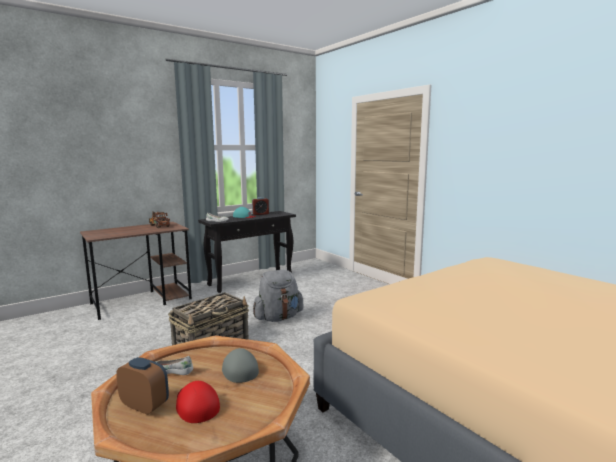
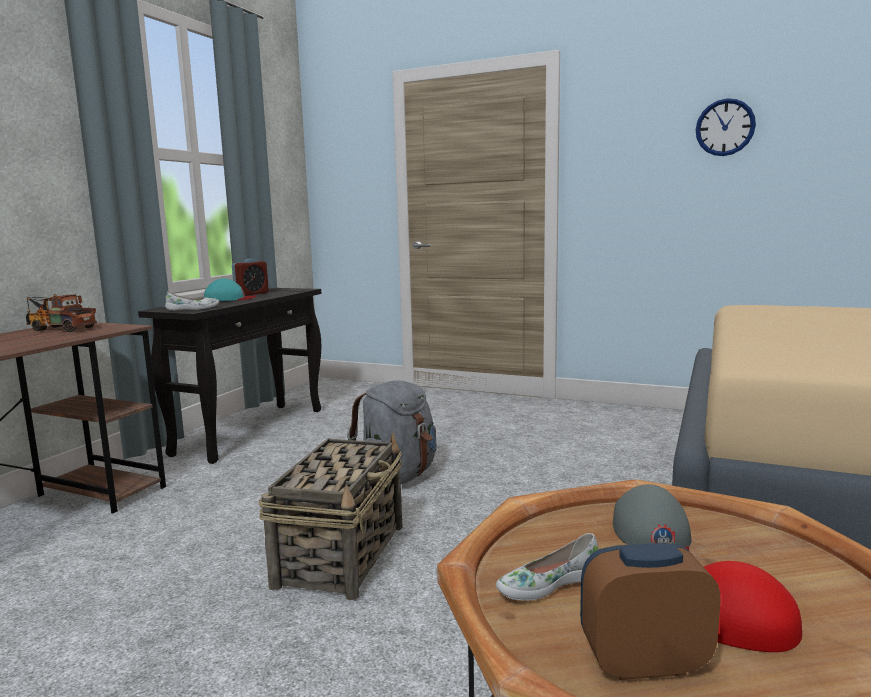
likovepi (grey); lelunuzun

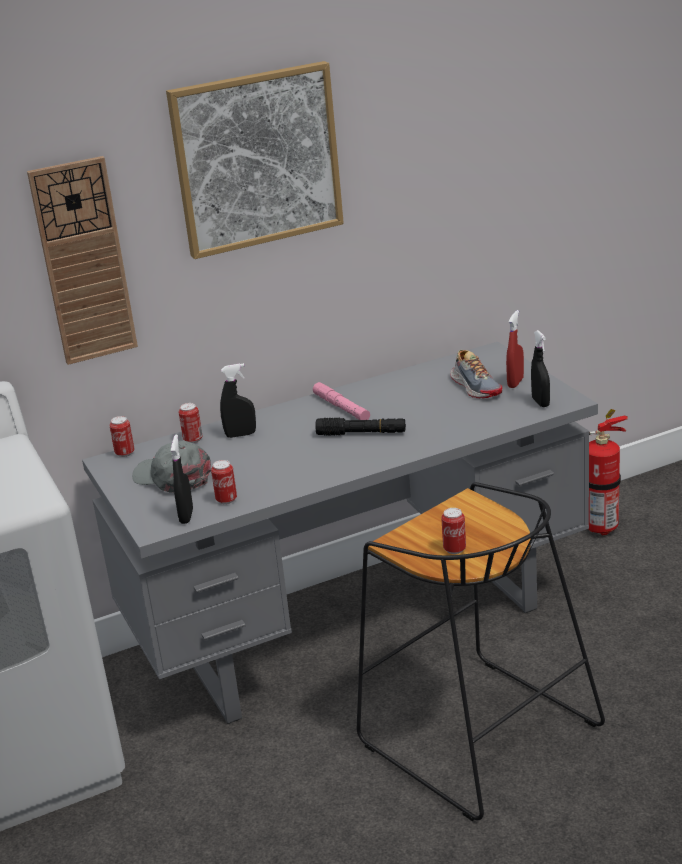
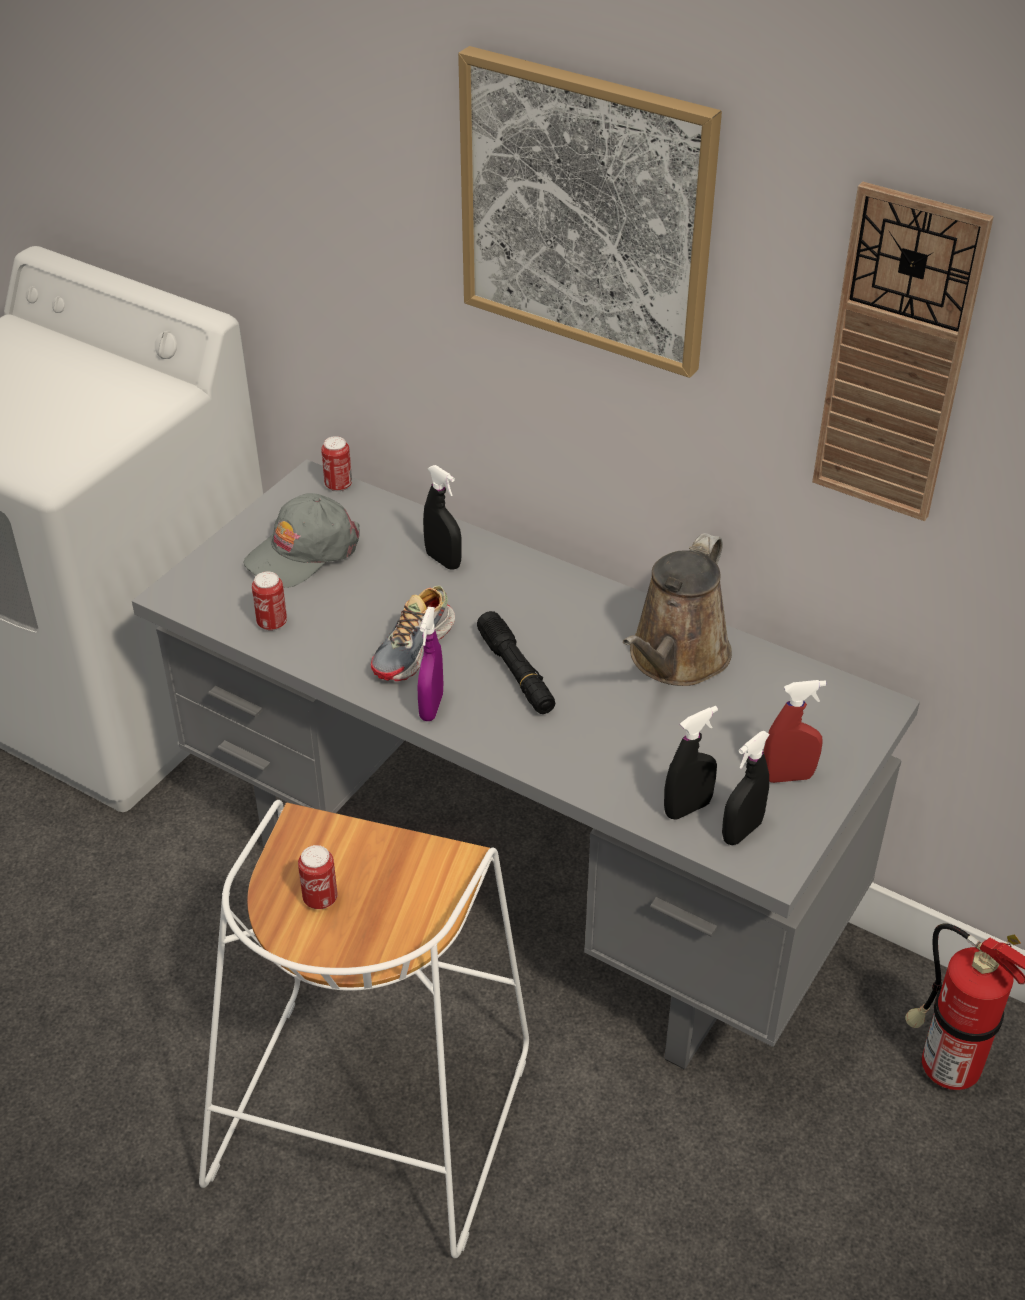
lelunuzun; likovepi (grey); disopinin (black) (no. 2 from left); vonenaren (no. 2 from left in the first image); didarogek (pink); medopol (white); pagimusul; disopinin (purple); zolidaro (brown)

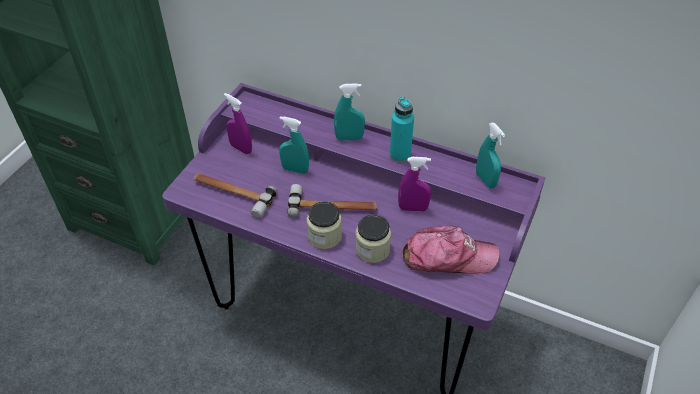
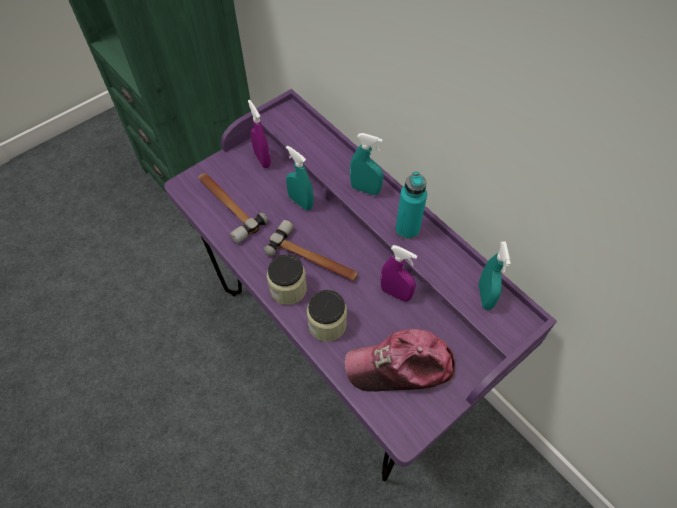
likovepi

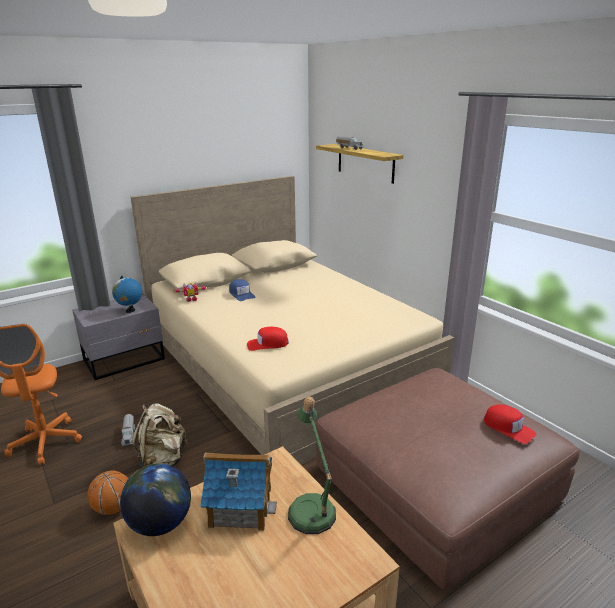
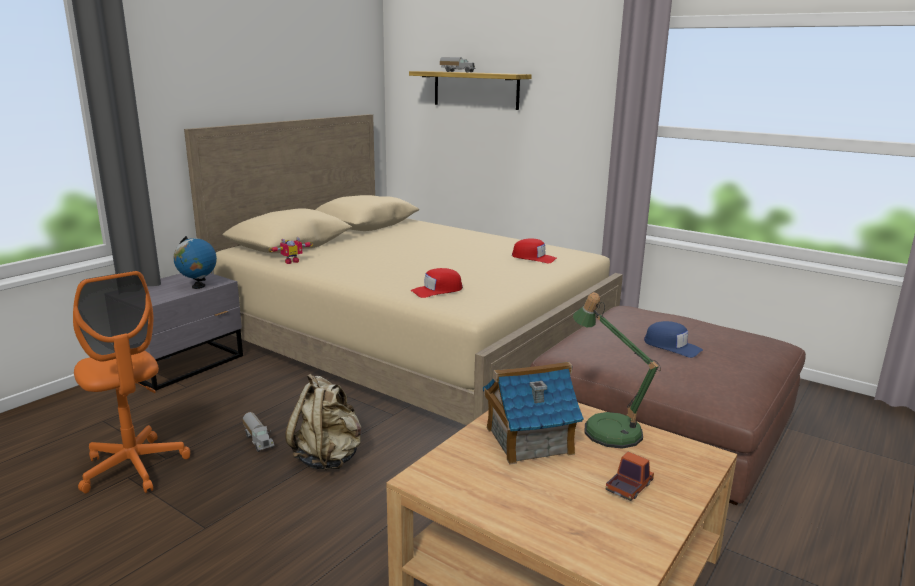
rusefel; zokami (no. 2 from left in the first image); likovepi (blue); likovepi (red) (no. 2 from left); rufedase (no. 3 from left)

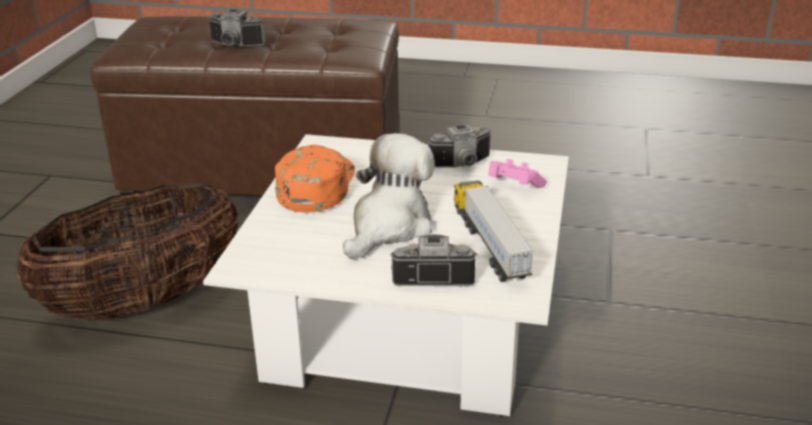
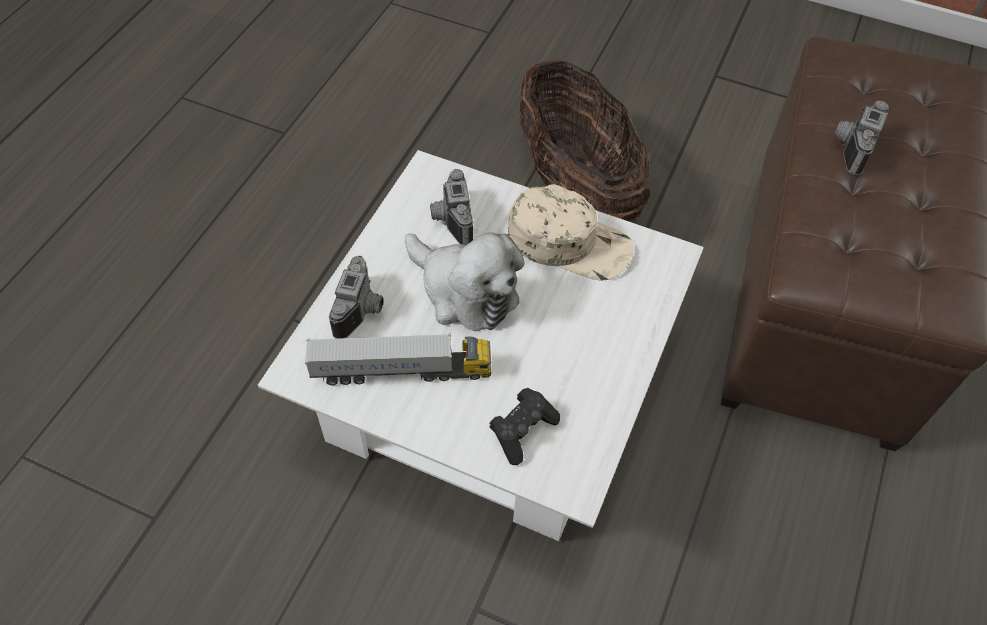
likovepi (beige); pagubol (no. 2 from left); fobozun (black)

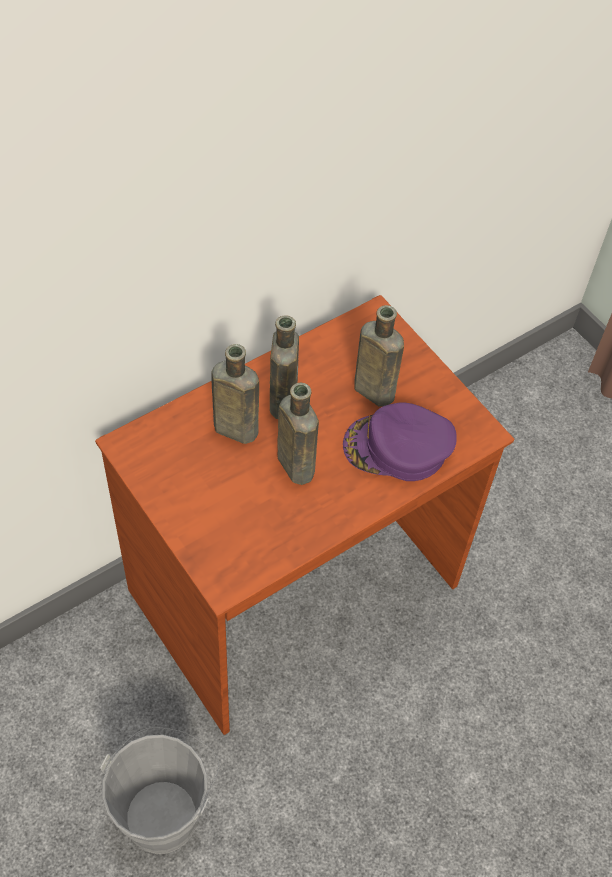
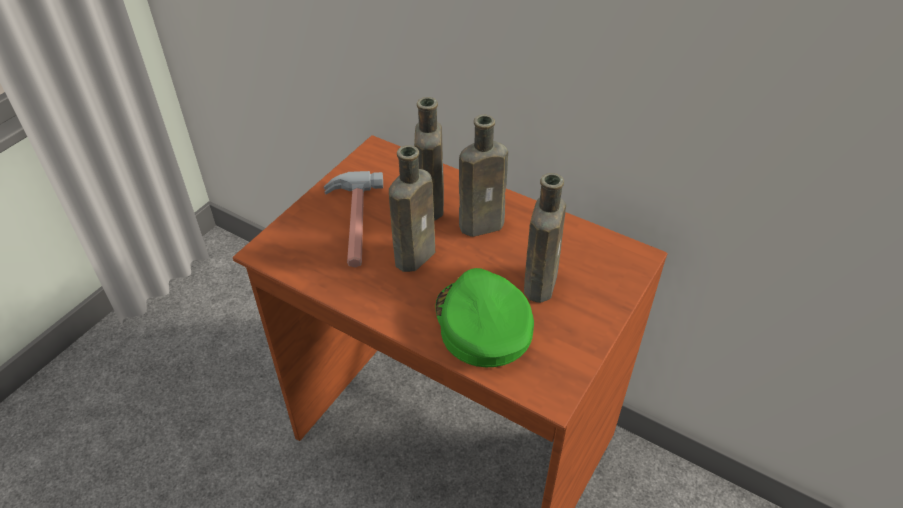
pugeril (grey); likovepi (green); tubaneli

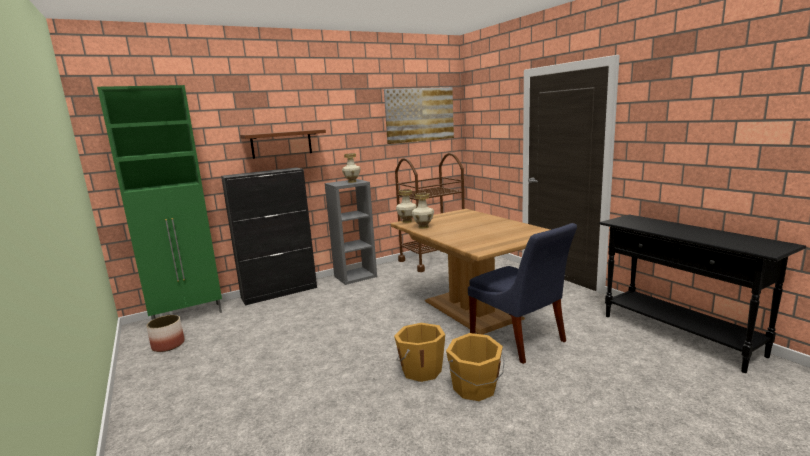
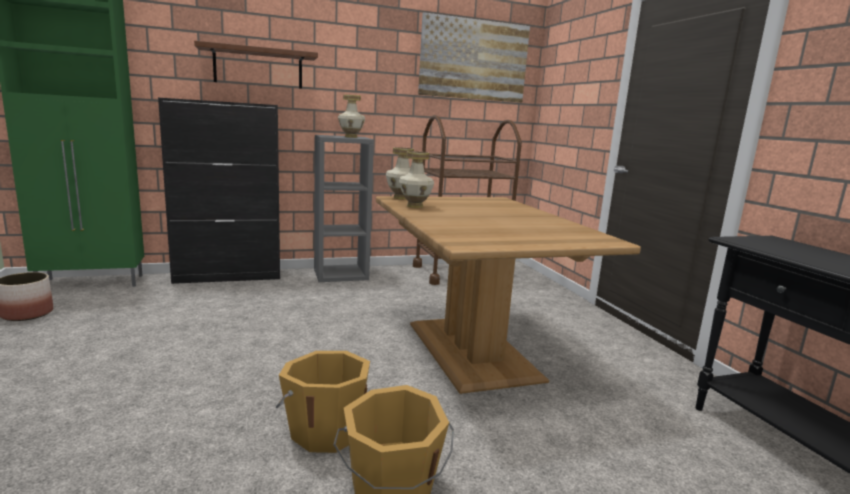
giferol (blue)

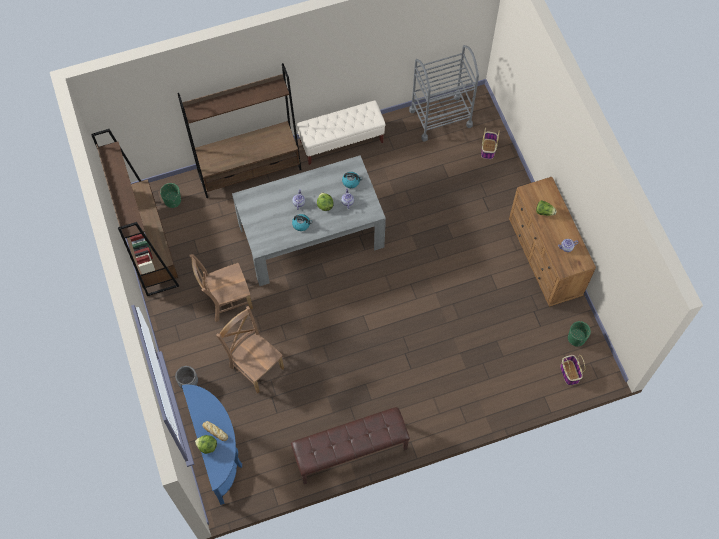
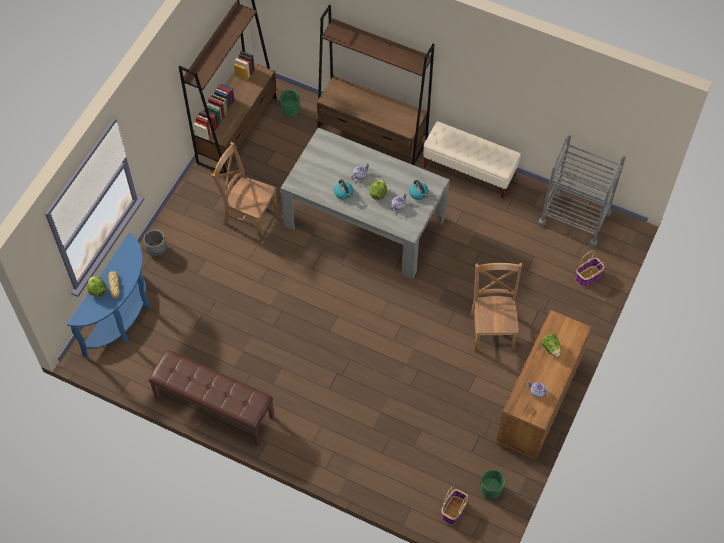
giferol (brown) (no. 2 from left)

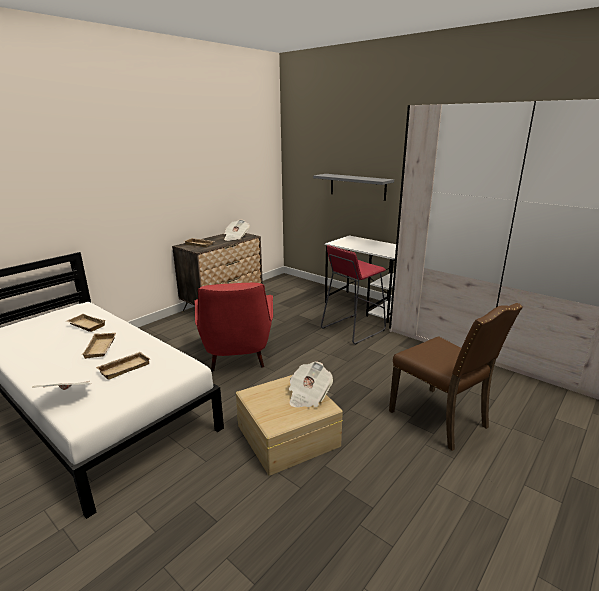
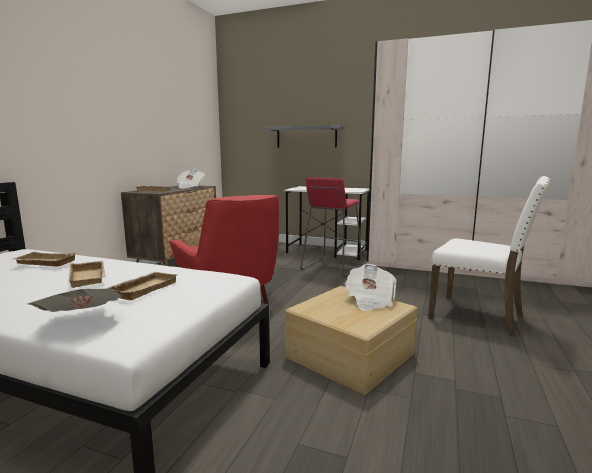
giferol (white)

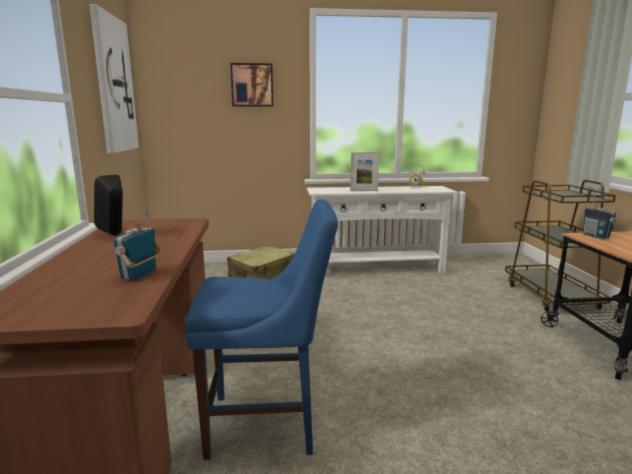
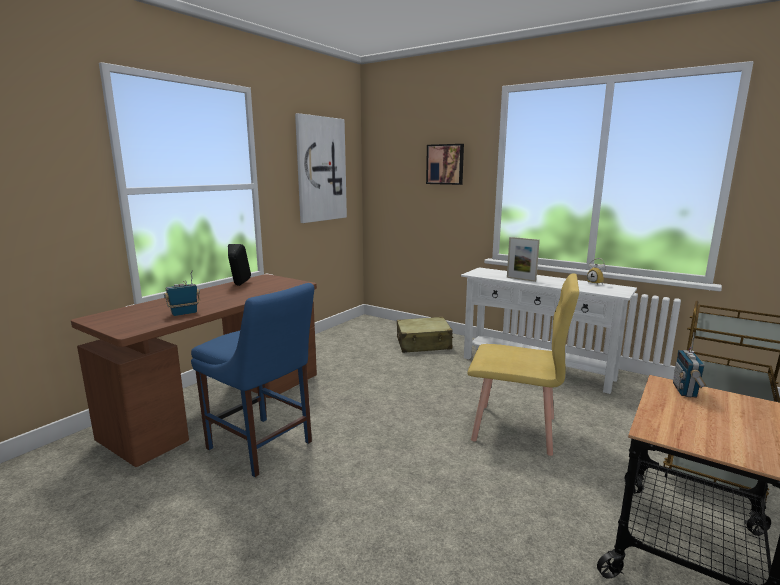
giferol (yellow)

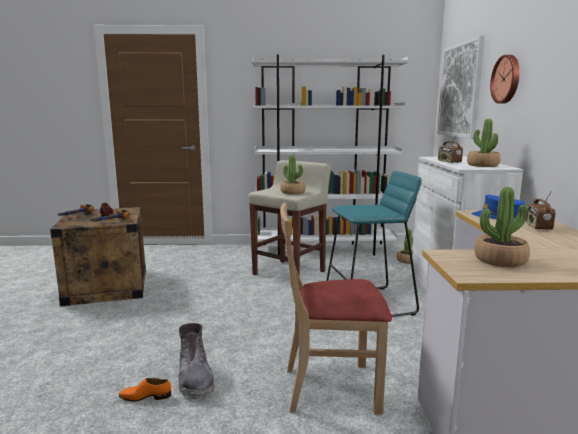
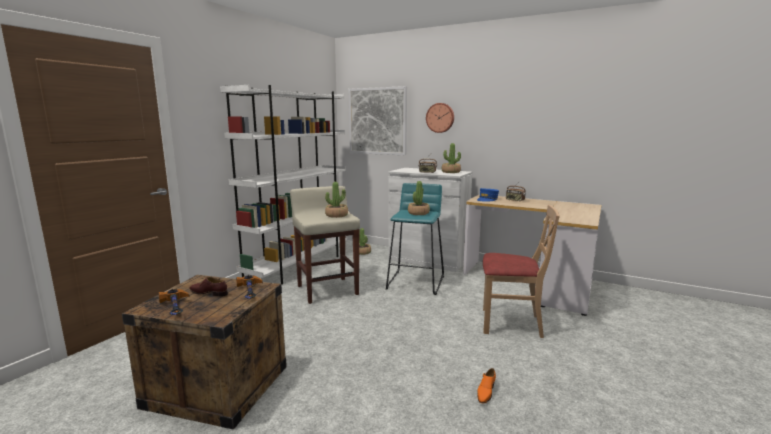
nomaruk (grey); giferol (beige); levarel (no. 3 from left)

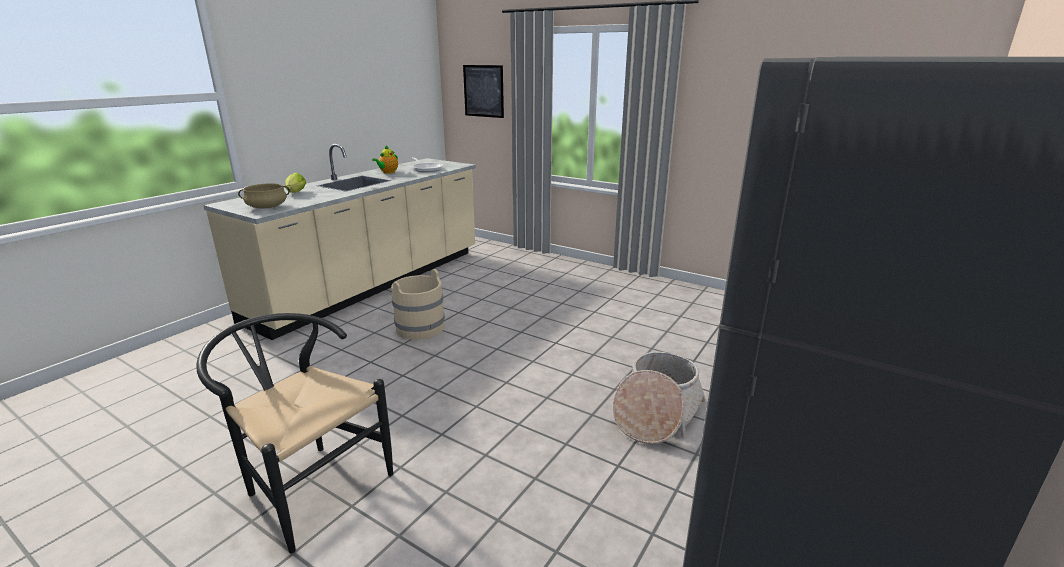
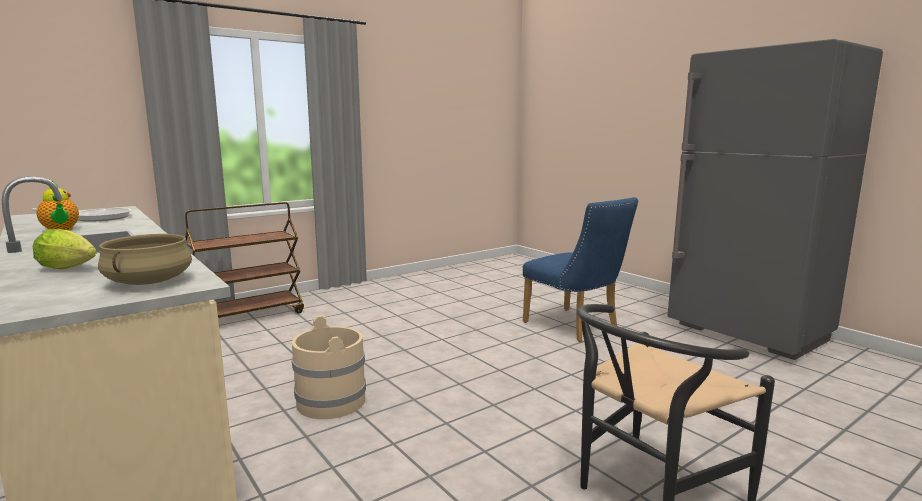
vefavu; giferol (blue); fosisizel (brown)

